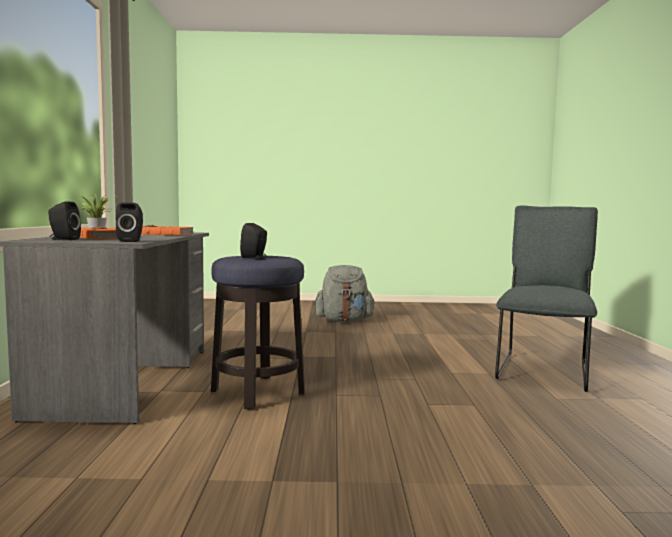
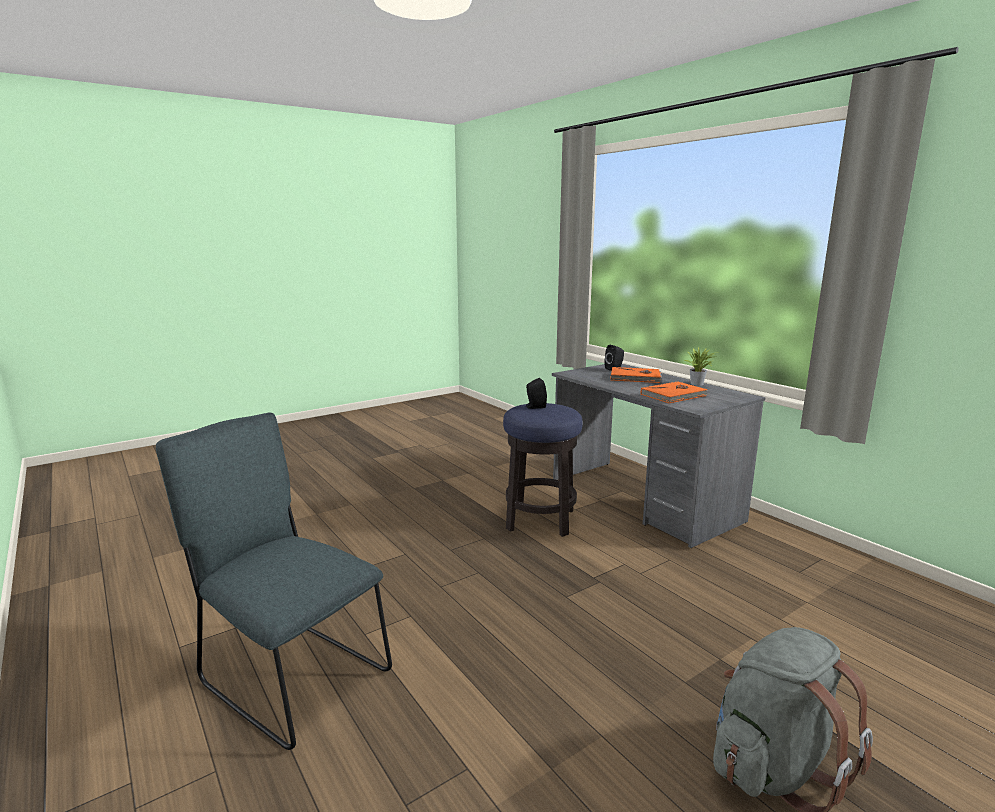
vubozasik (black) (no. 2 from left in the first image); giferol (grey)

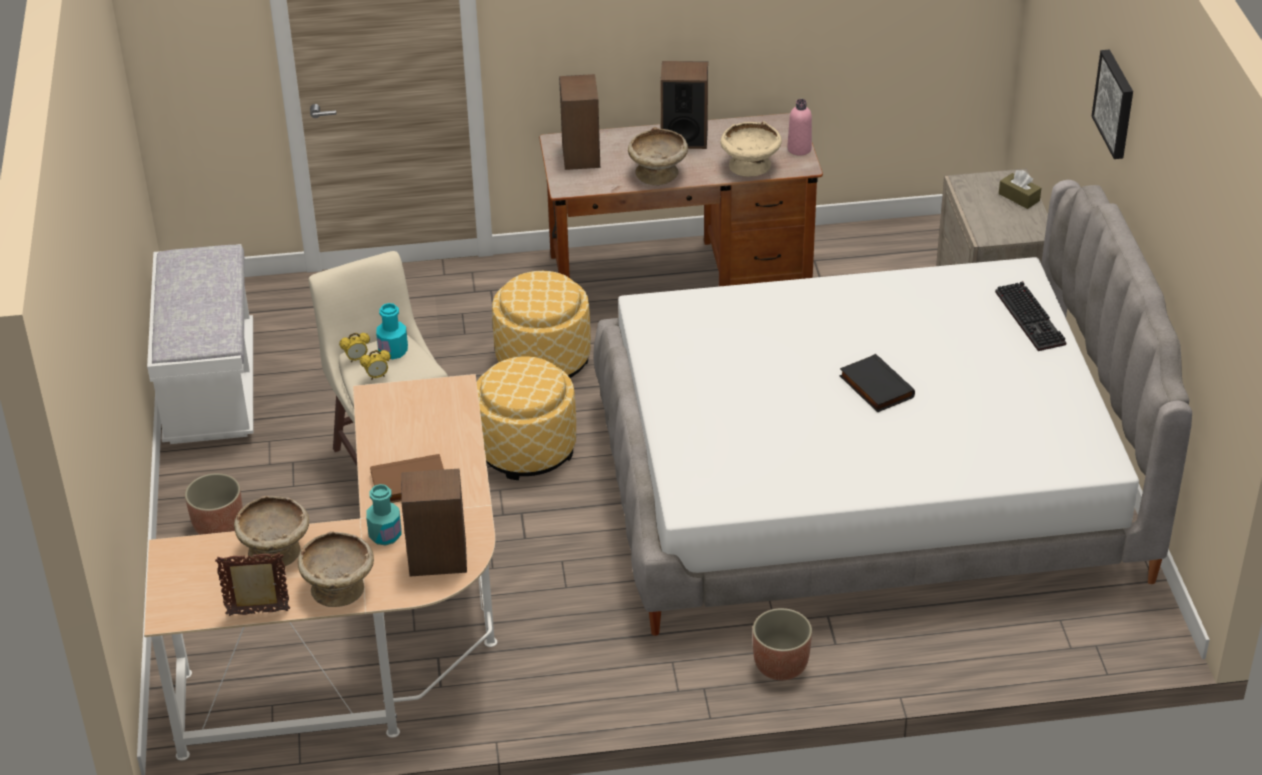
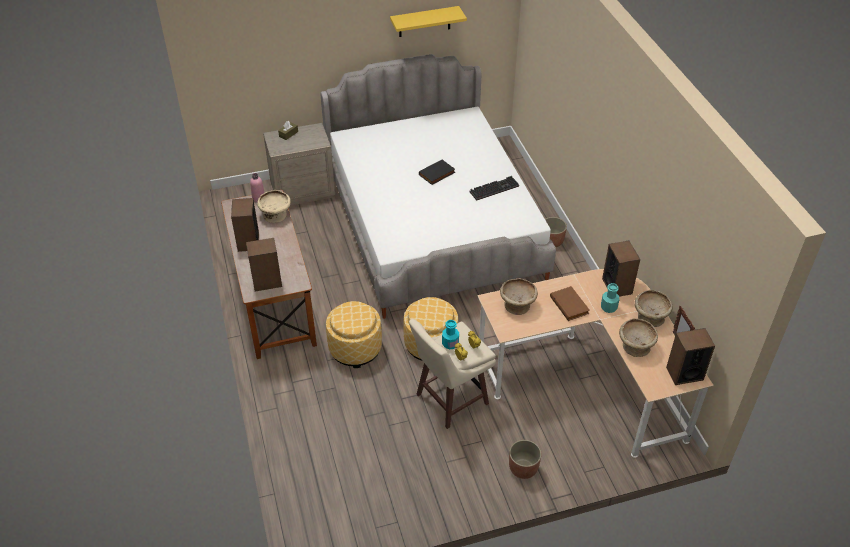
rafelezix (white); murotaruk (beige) (no. 2 from left); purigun; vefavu; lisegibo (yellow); vubozasik (no. 4 from left)

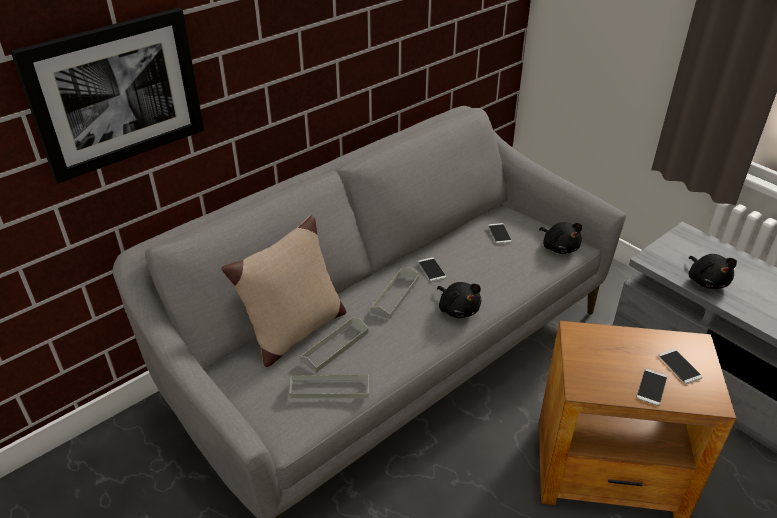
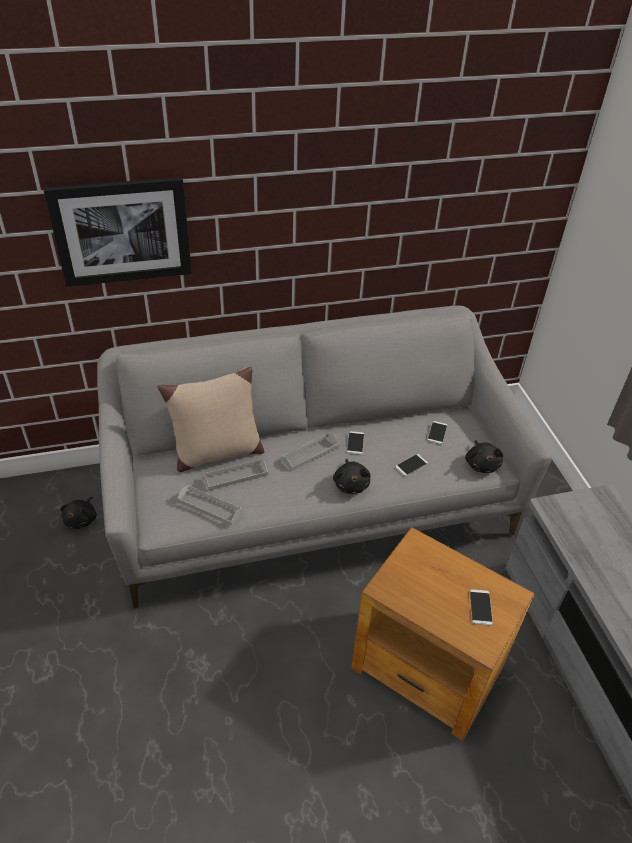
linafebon (no. 2 from left); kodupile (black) (no. 1 from left)

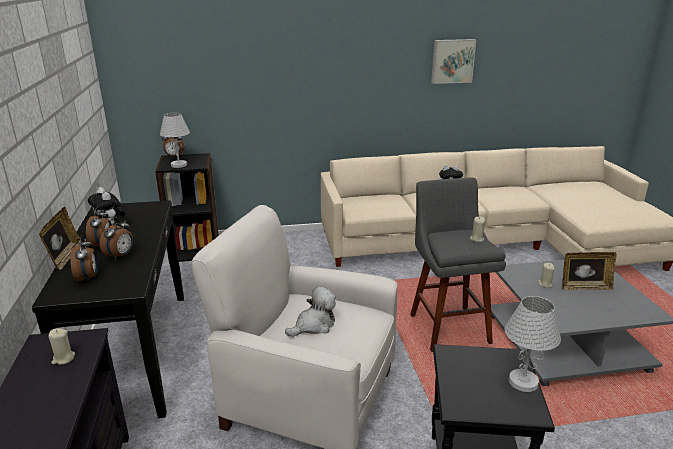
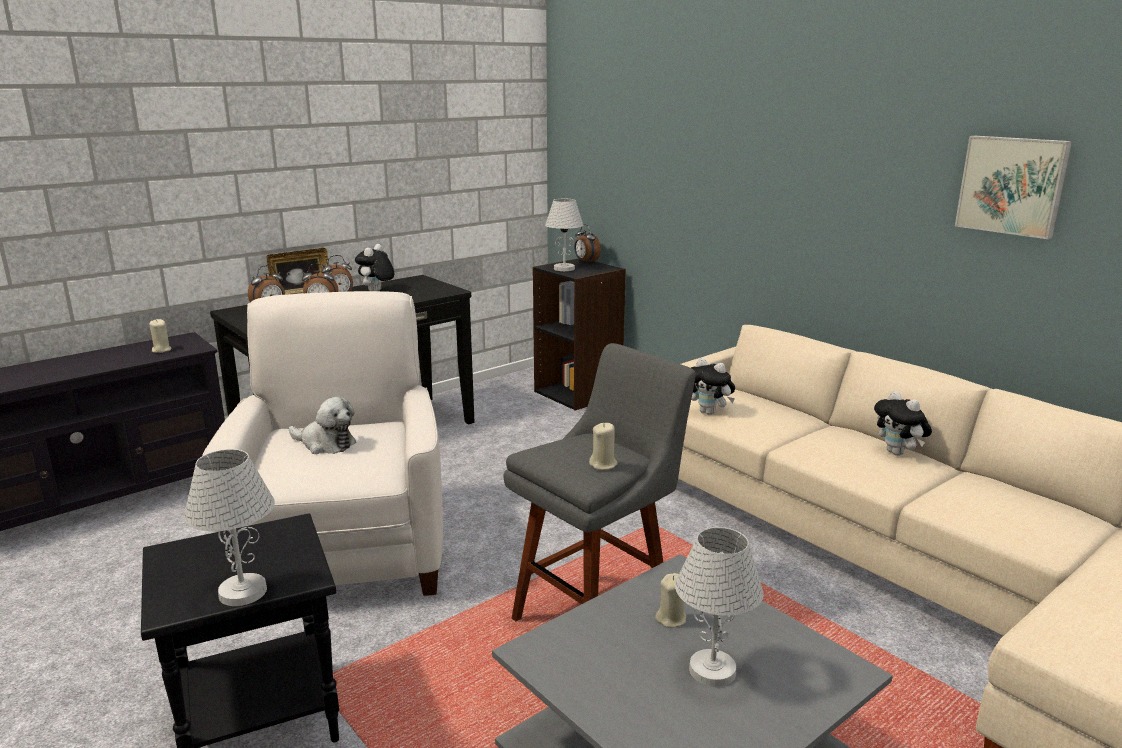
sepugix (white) (no. 3 from left); kodupile (no. 3 from left)

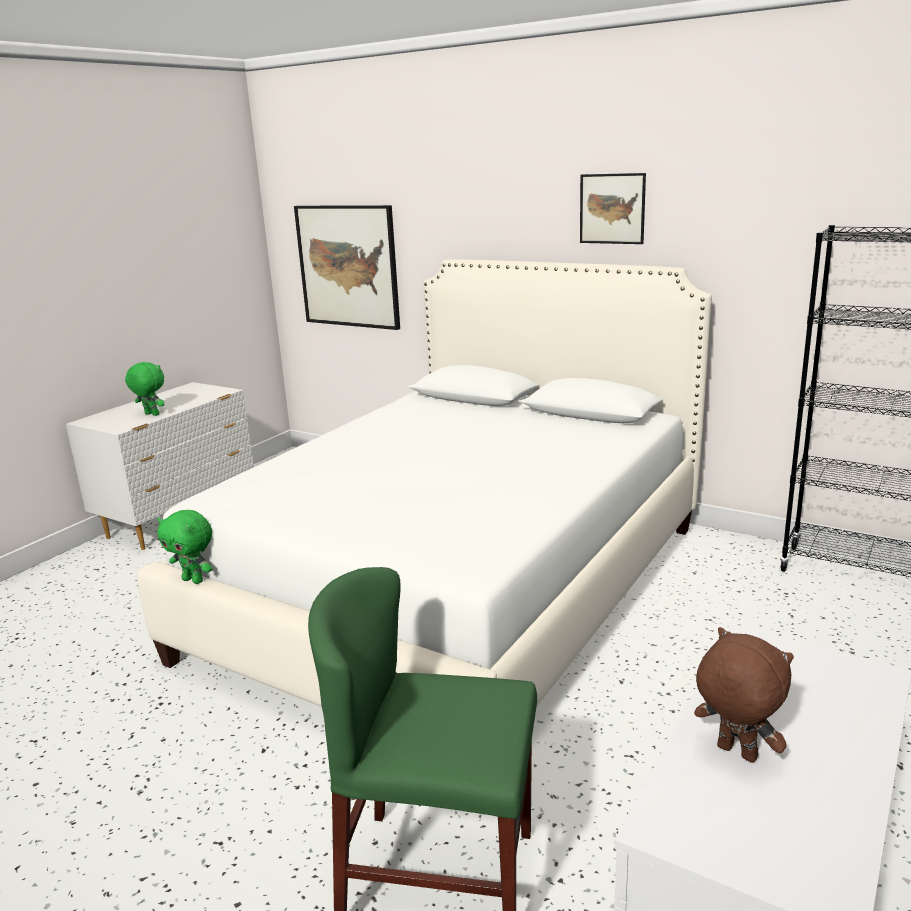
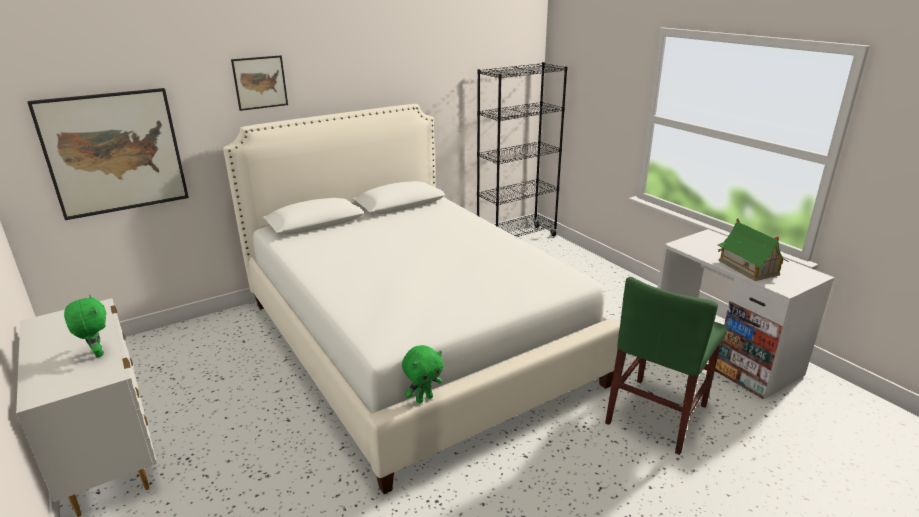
kodupile (green) (no. 1 from left); vefavu (no. 2 from left); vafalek

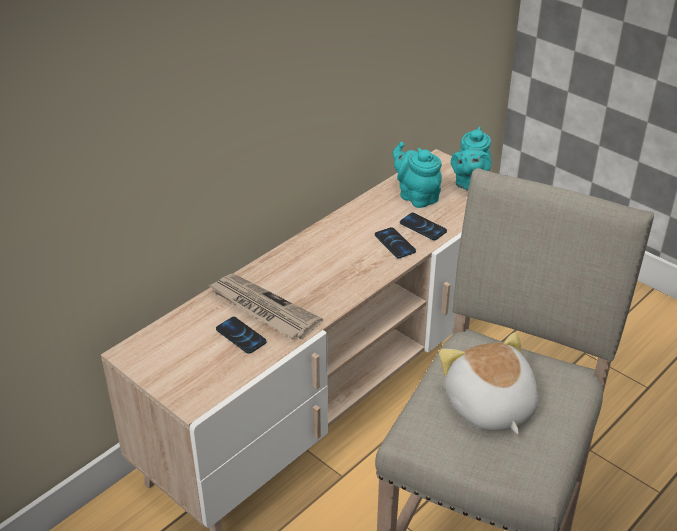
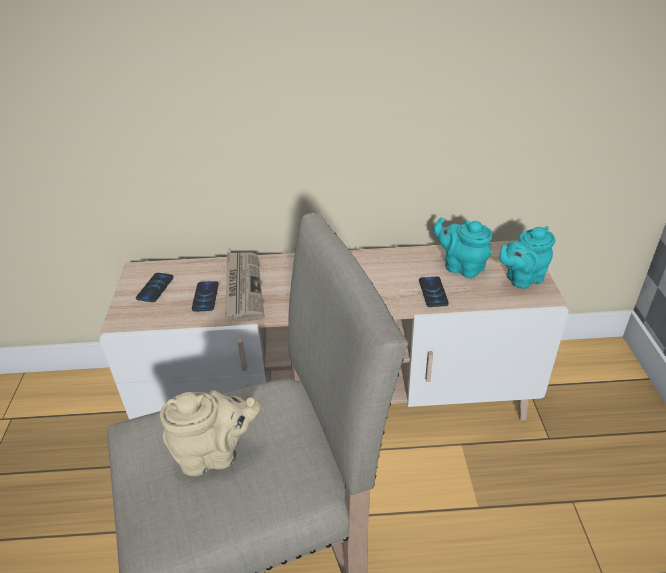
linafebon (no. 1 from left); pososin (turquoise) (no. 1 from left); pososin (beige)

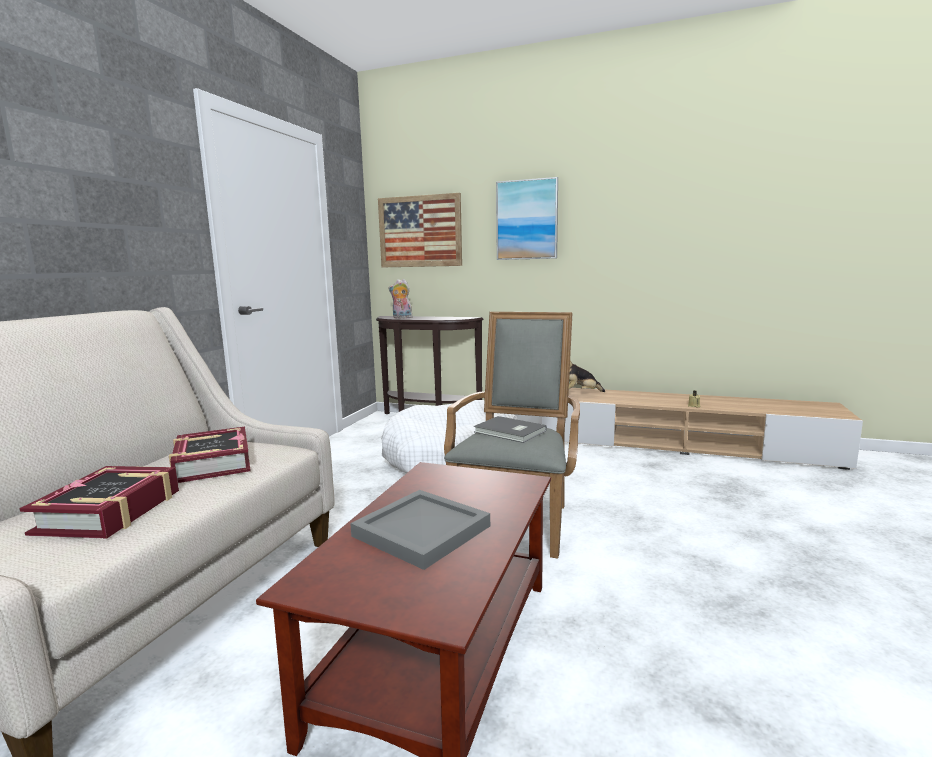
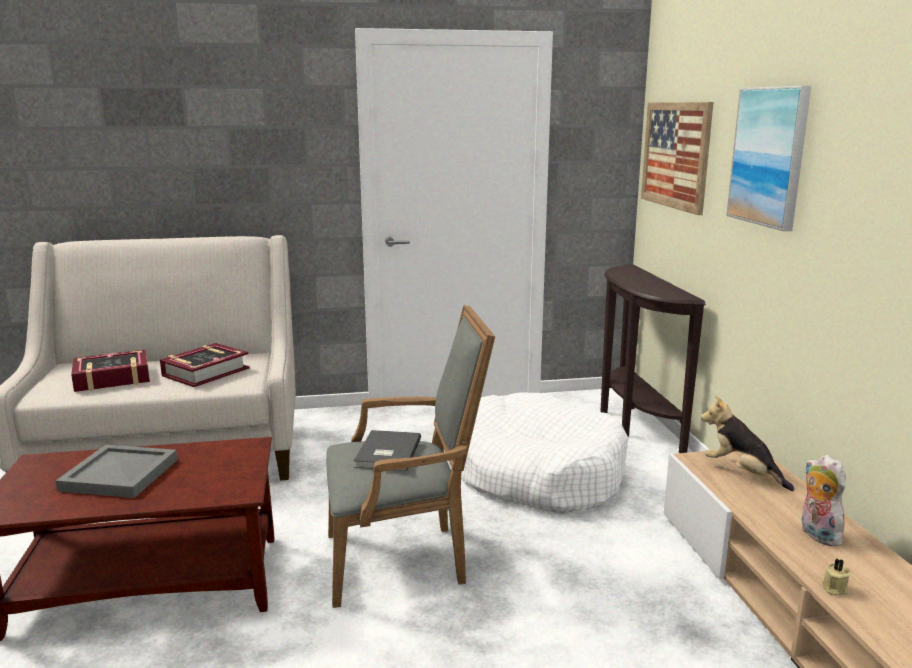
kodupile (no. 2 from left)

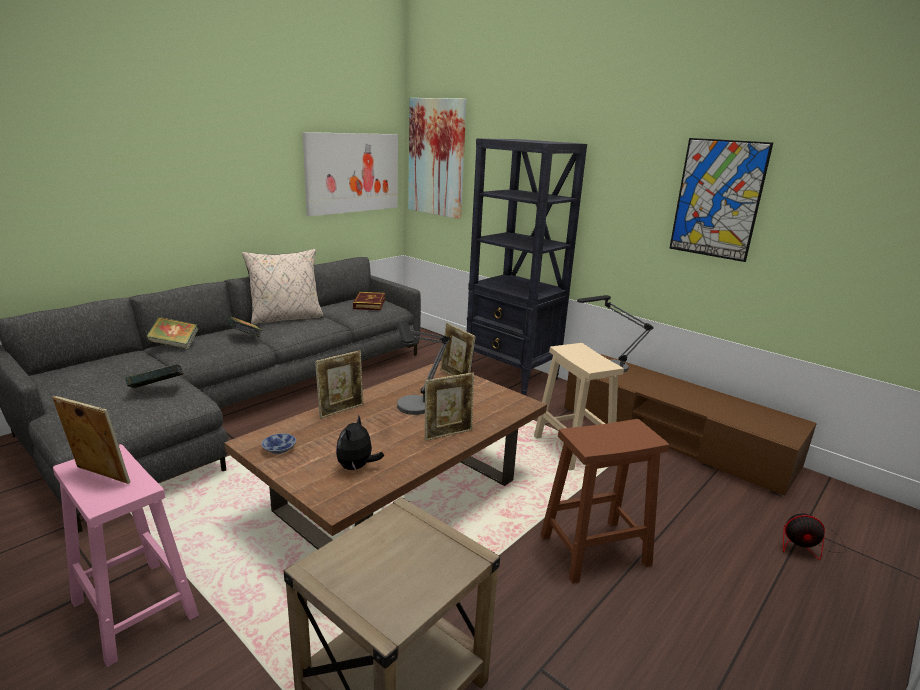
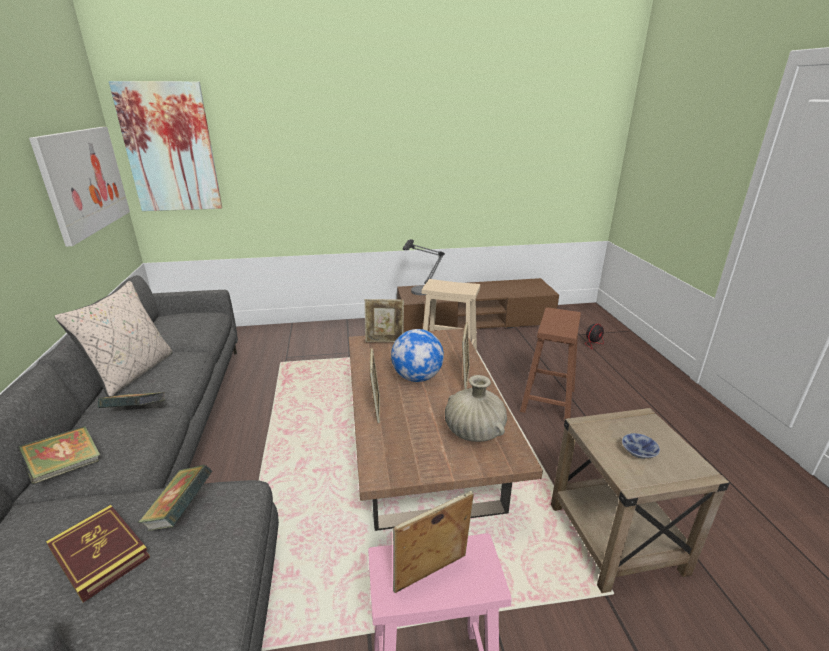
murotaruk; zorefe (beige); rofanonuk (no. 2 from left); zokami; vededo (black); vefavu (no. 3 from left in the first image)

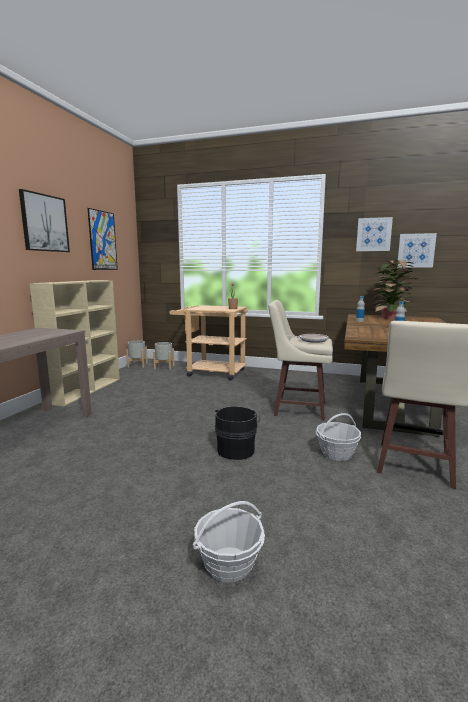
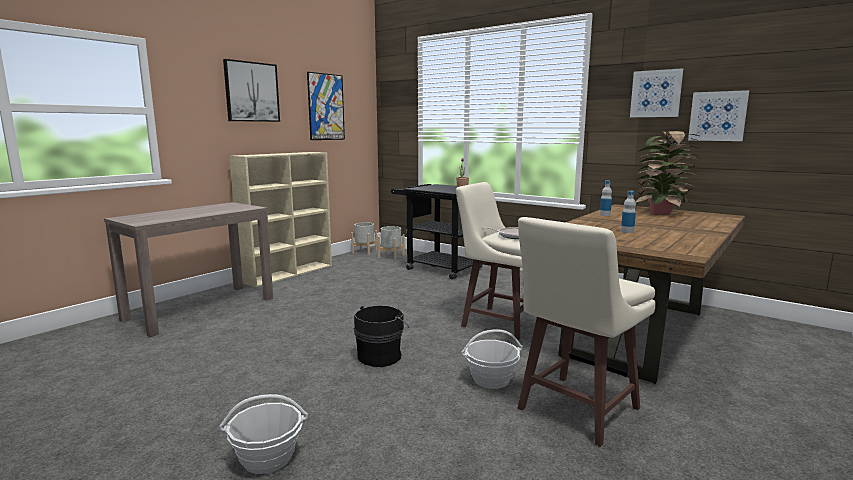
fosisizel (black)

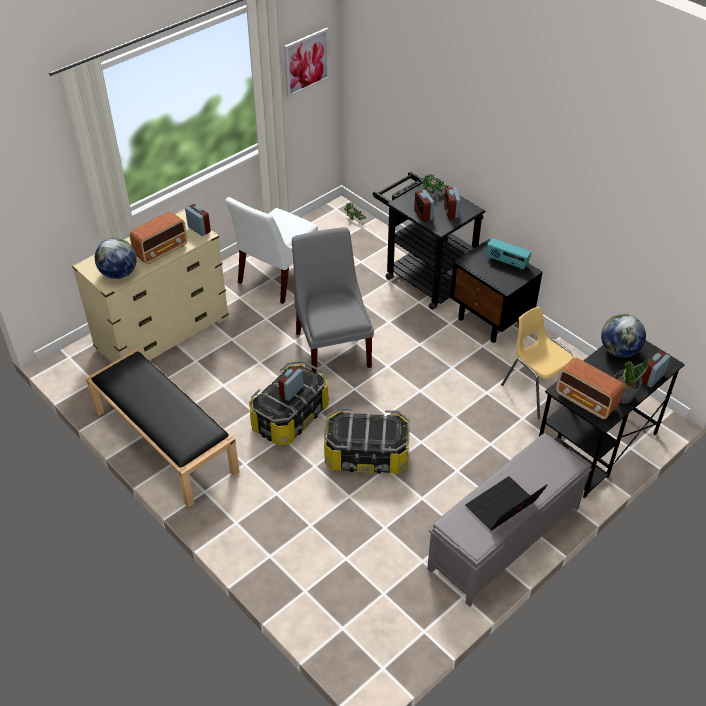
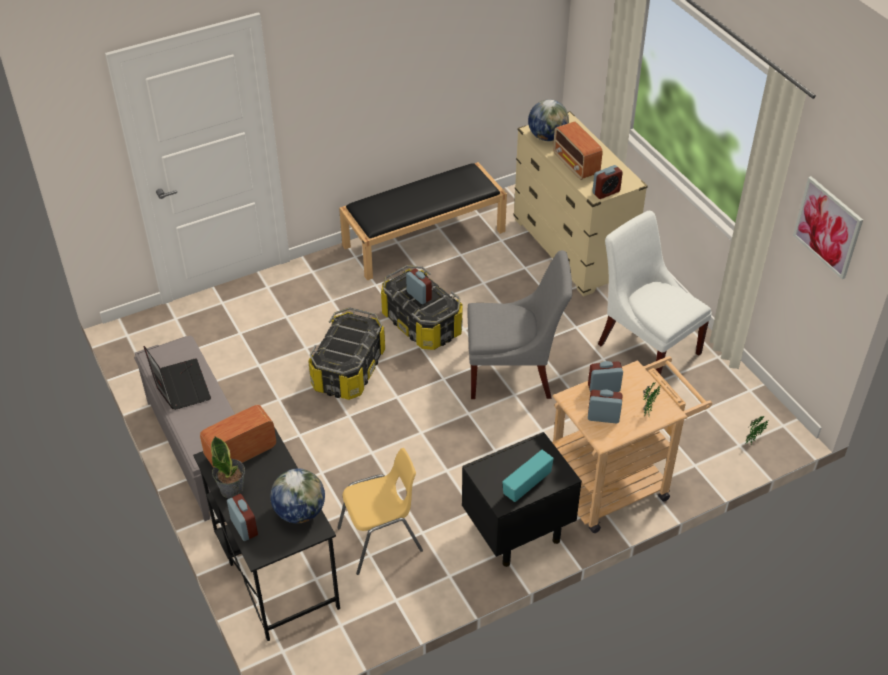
fosisizel (beige)

